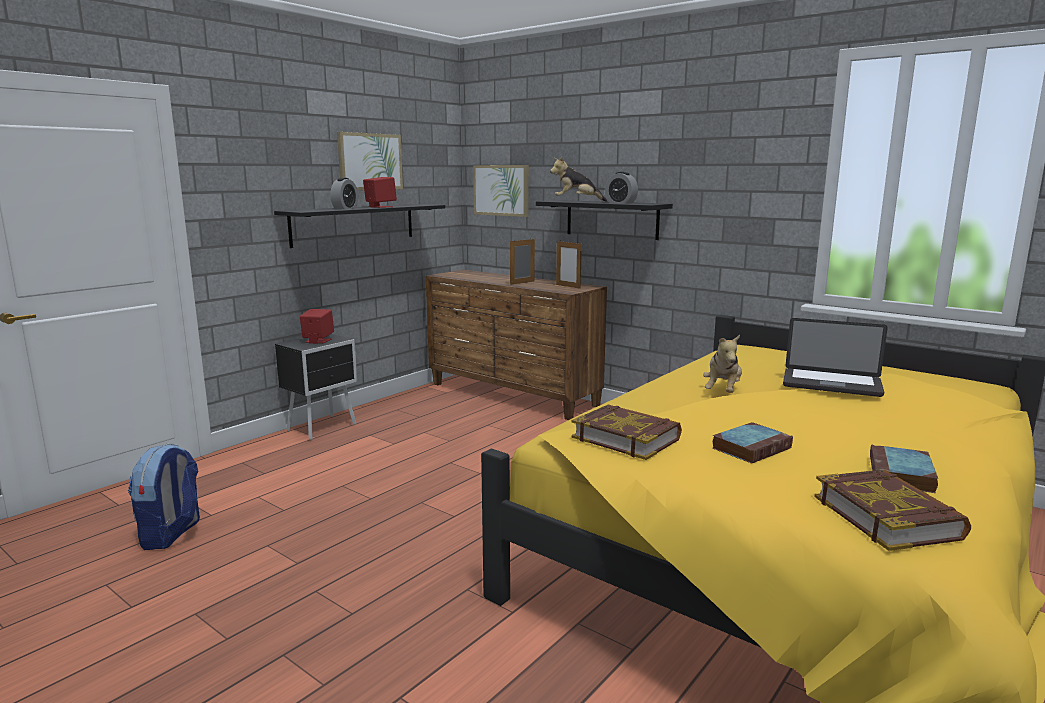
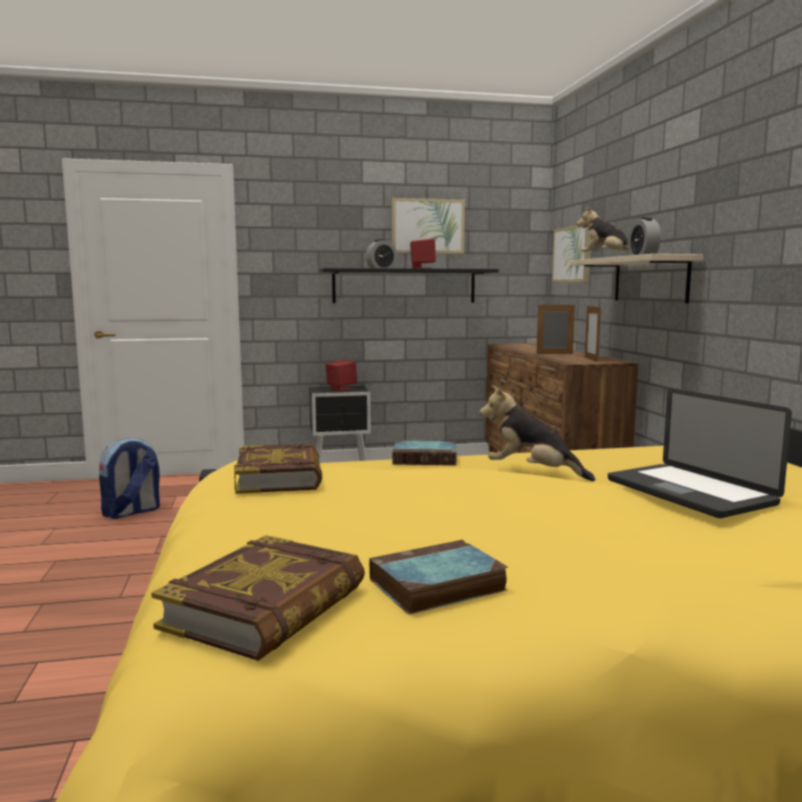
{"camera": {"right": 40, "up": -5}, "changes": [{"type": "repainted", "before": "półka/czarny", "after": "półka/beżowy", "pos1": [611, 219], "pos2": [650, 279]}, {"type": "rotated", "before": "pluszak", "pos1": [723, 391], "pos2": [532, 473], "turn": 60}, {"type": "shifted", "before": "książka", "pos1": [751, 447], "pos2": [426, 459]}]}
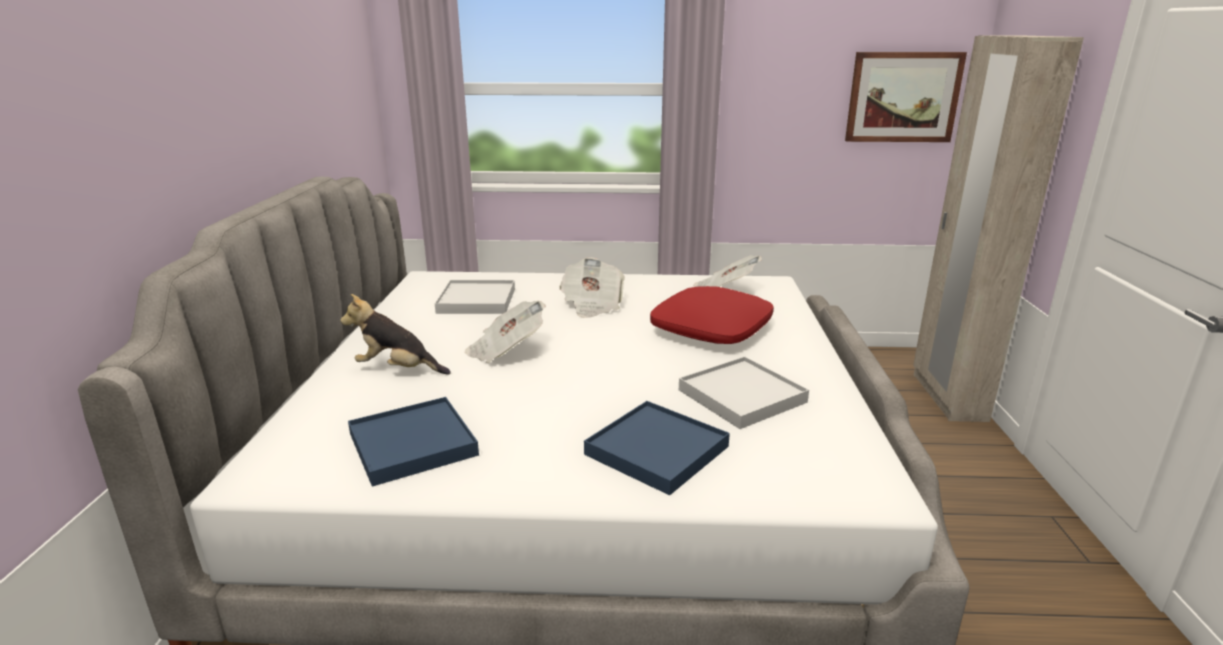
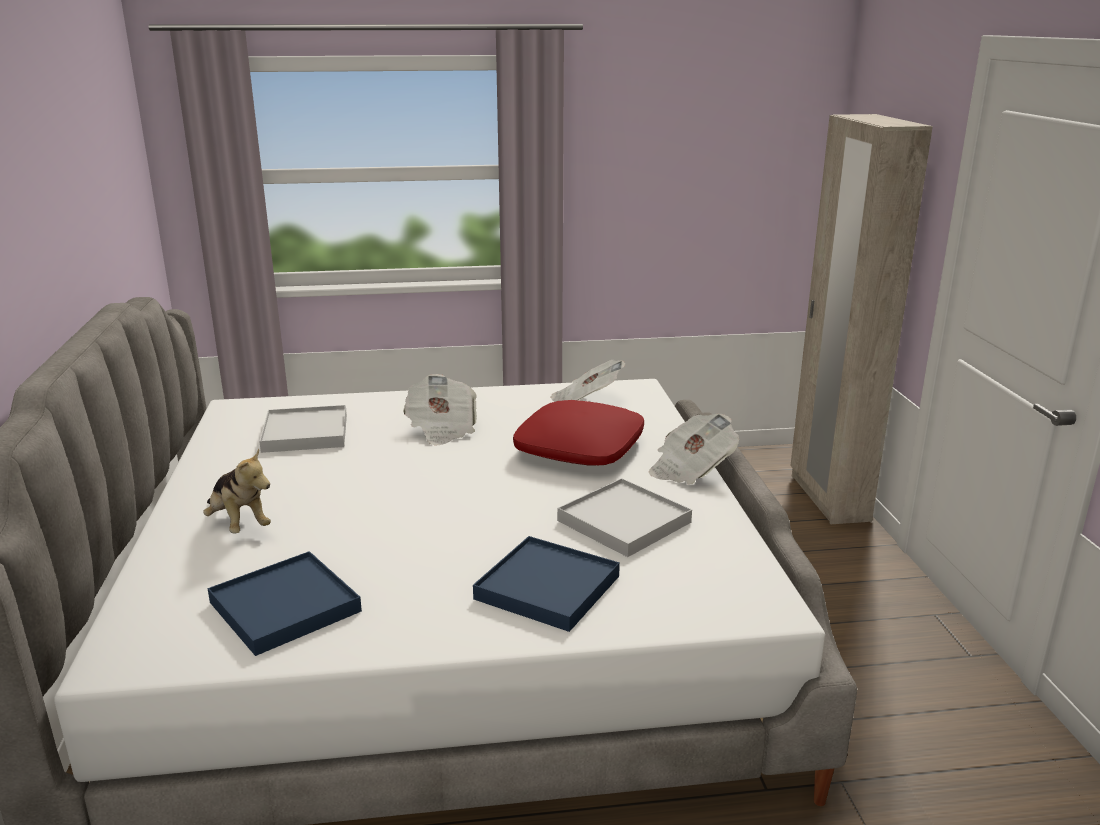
{"camera": {"right": -10, "up": 0}, "changes": [{"type": "rotated", "before": "pluszak", "pos1": [398, 369], "pos2": [238, 524], "turn": -135}, {"type": "shifted", "before": "gazeta", "pos1": [506, 351], "pos2": [690, 470]}, {"type": "gone", "before": "obraz", "pos1": [903, 97]}]}
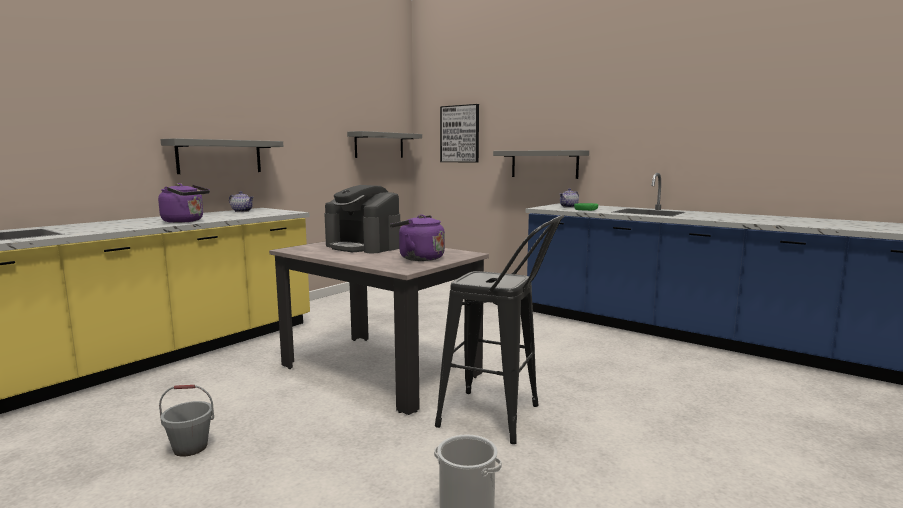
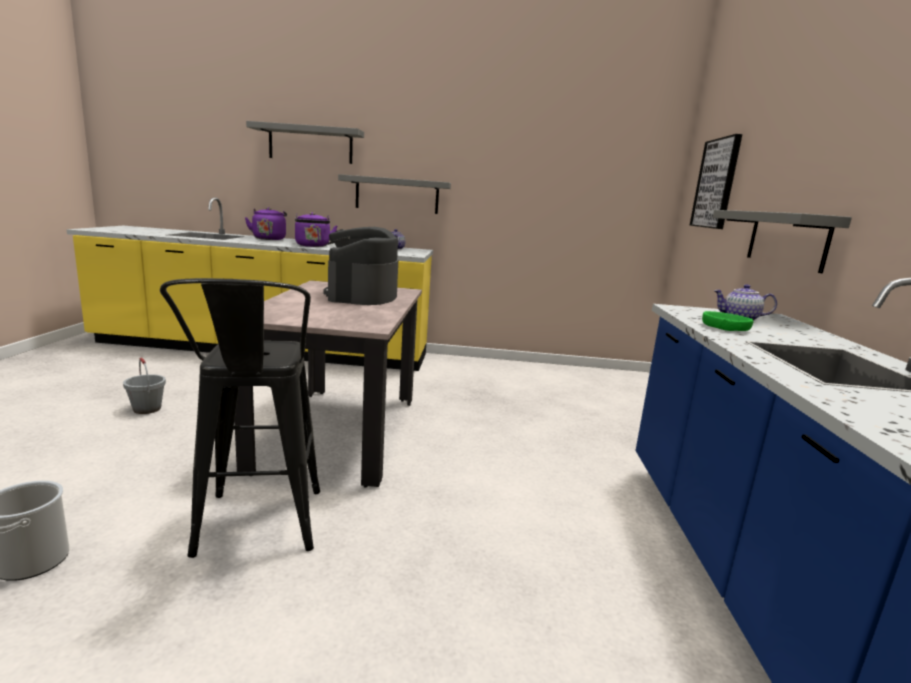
{"camera": {"right": 55, "up": 5}, "changes": [{"type": "shifted", "before": "półka/szary", "pos1": [379, 145], "pos2": [310, 144]}, {"type": "shifted", "before": "czajnik/fioletowy", "pos1": [418, 258], "pos2": [269, 239]}]}
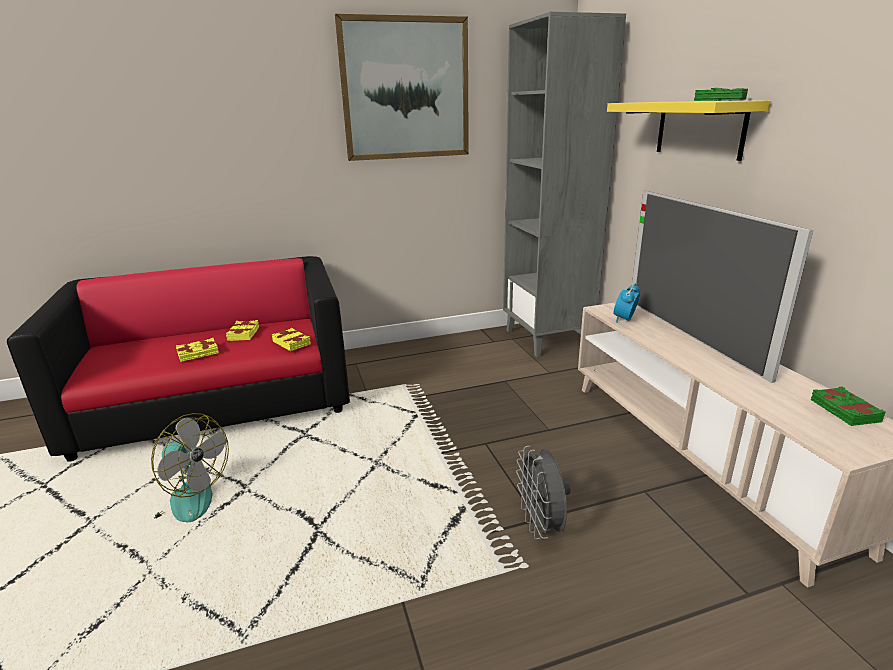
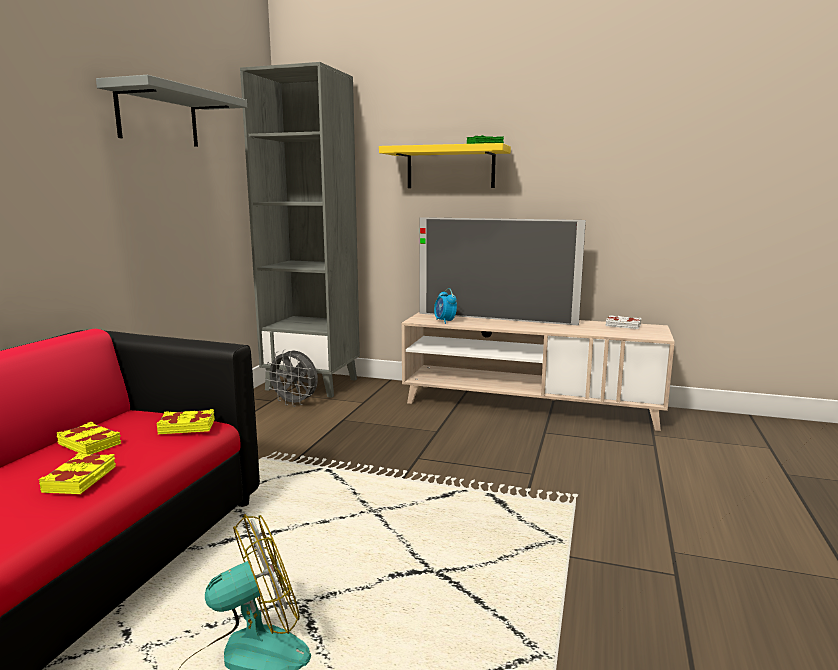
{"camera": {"right": -55, "up": -10}, "changes": [{"type": "swapped", "before": "obraz", "after": "półka/szary", "pos1": [405, 90], "pos2": [158, 117]}, {"type": "shifted", "before": "wentylator/szary", "pos1": [541, 526], "pos2": [295, 403]}, {"type": "repainted", "before": "książka/zielony", "after": "książka/biały", "pos1": [844, 411], "pos2": [623, 325]}]}
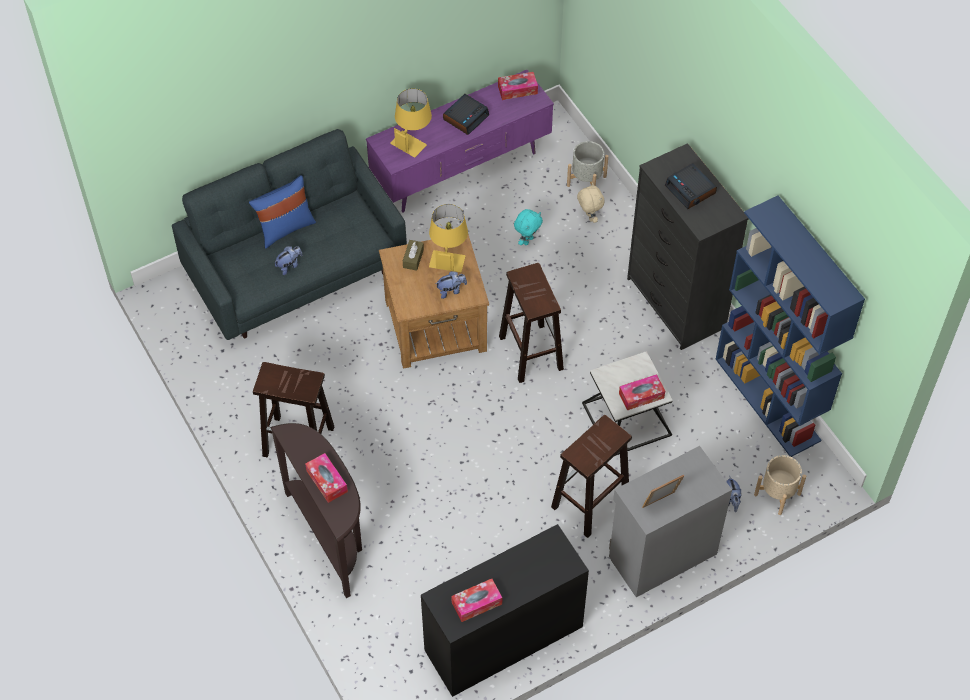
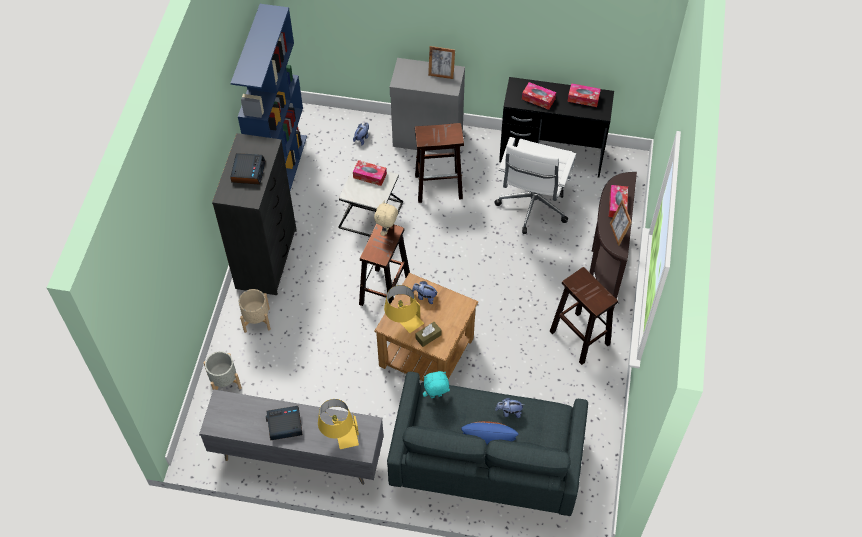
{"camera": {"right": -140, "up": 0}, "changes": [{"type": "repainted", "before": "szafka pod telewizor/fioletowy", "after": "szafka pod telewizor/szary", "pos1": [461, 171], "pos2": [298, 456]}, {"type": "shifted", "before": "pudełko chusteczek", "pos1": [517, 90], "pos2": [538, 99]}, {"type": "shifted", "before": "pluszak/turkusowy", "pos1": [527, 240], "pos2": [436, 396]}, {"type": "shifted", "before": "pluszak/beżowy", "pos1": [589, 217], "pos2": [387, 230]}, {"type": "shifted", "before": "donica/beżowy", "pos1": [777, 494], "pos2": [256, 320]}, {"type": "new", "after": "krzesło biurowe/biały", "pos2": [532, 207]}, {"type": "new", "after": "ramka na zdjęcie", "pos2": [617, 233]}]}
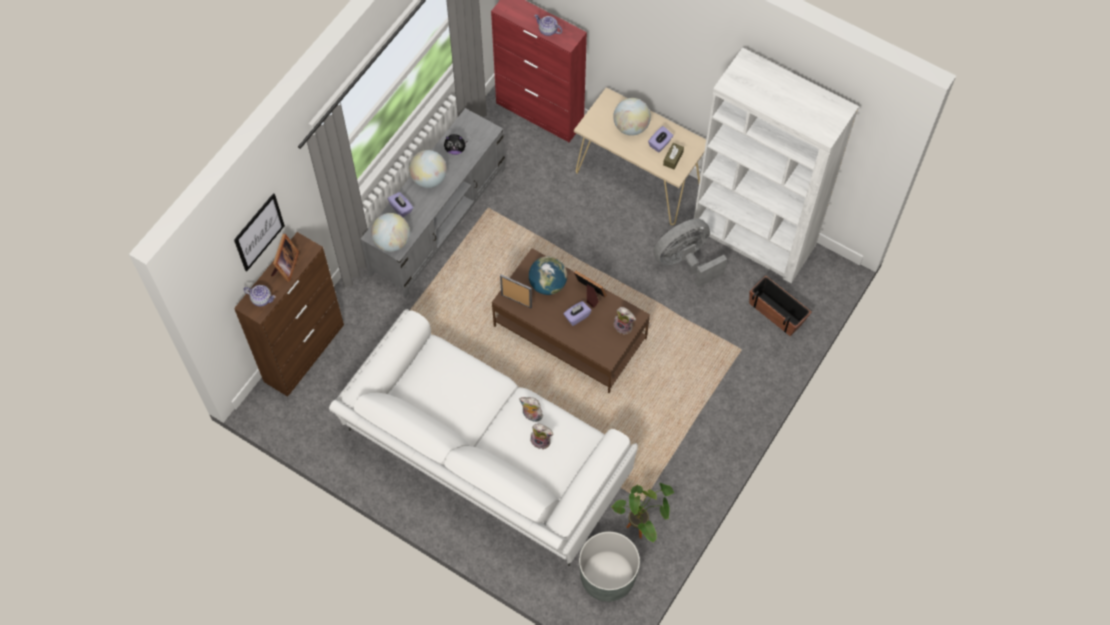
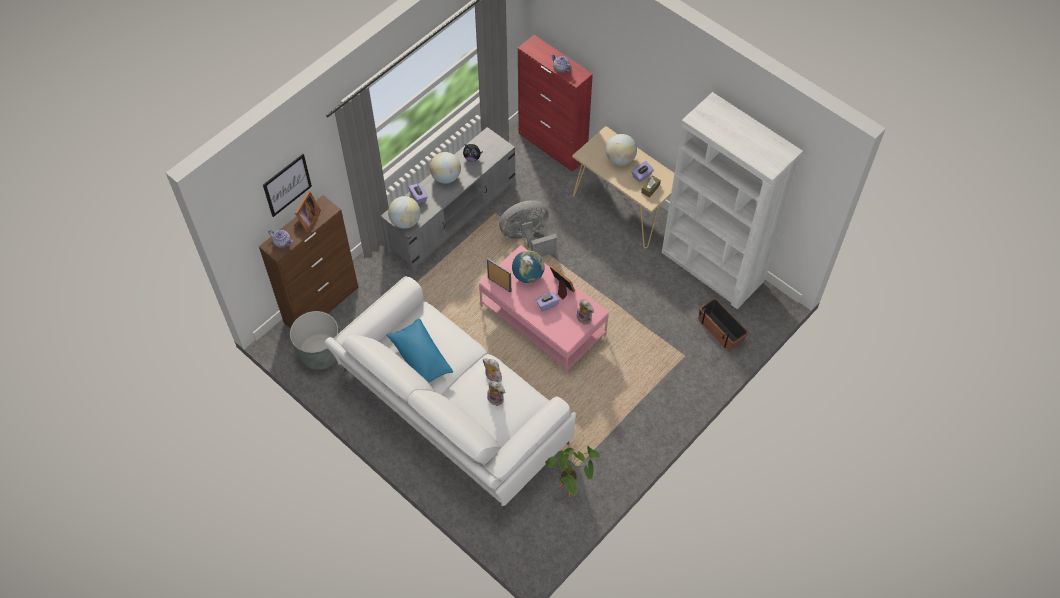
{"camera": {"right": 10, "up": -5}, "changes": [{"type": "repainted", "before": "ława/brązowy", "after": "ława/różowy", "pos1": [569, 332], "pos2": [542, 321]}, {"type": "shifted", "before": "donica/szary", "pos1": [607, 577], "pos2": [320, 353]}, {"type": "shifted", "before": "wentylator/szary", "pos1": [685, 262], "pos2": [527, 239]}, {"type": "new", "after": "poduszka/niebieski", "pos2": [420, 358]}]}
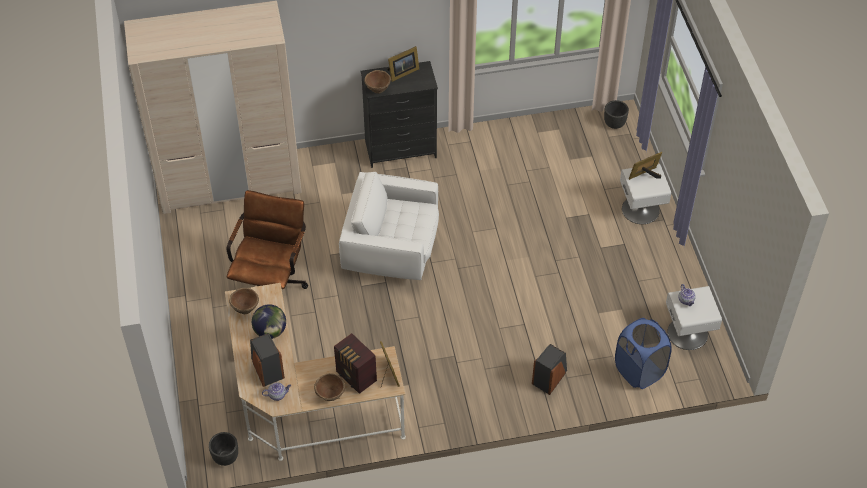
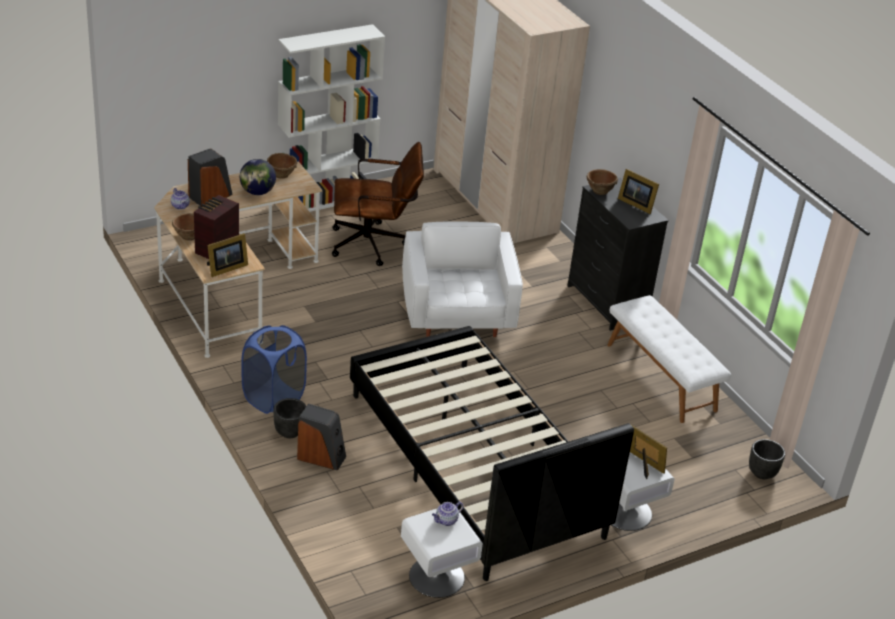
{"camera": {"right": 70, "up": -15}, "changes": [{"type": "shifted", "before": "donica/czarny", "pos1": [225, 458], "pos2": [289, 432]}, {"type": "shifted", "before": "kosz na pranie/niebieski", "pos1": [639, 371], "pos2": [273, 398]}, {"type": "new", "after": "regał/biały", "pos2": [327, 199]}, {"type": "new", "after": "łóżko/czarny", "pos2": [474, 464]}, {"type": "new", "after": "ławka/biały", "pos2": [661, 377]}]}
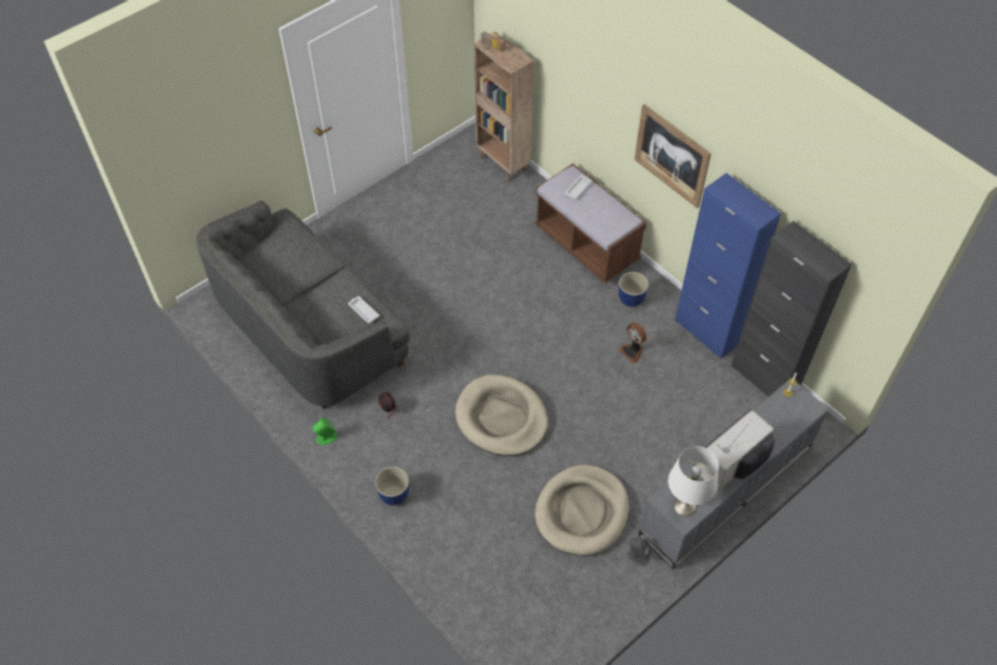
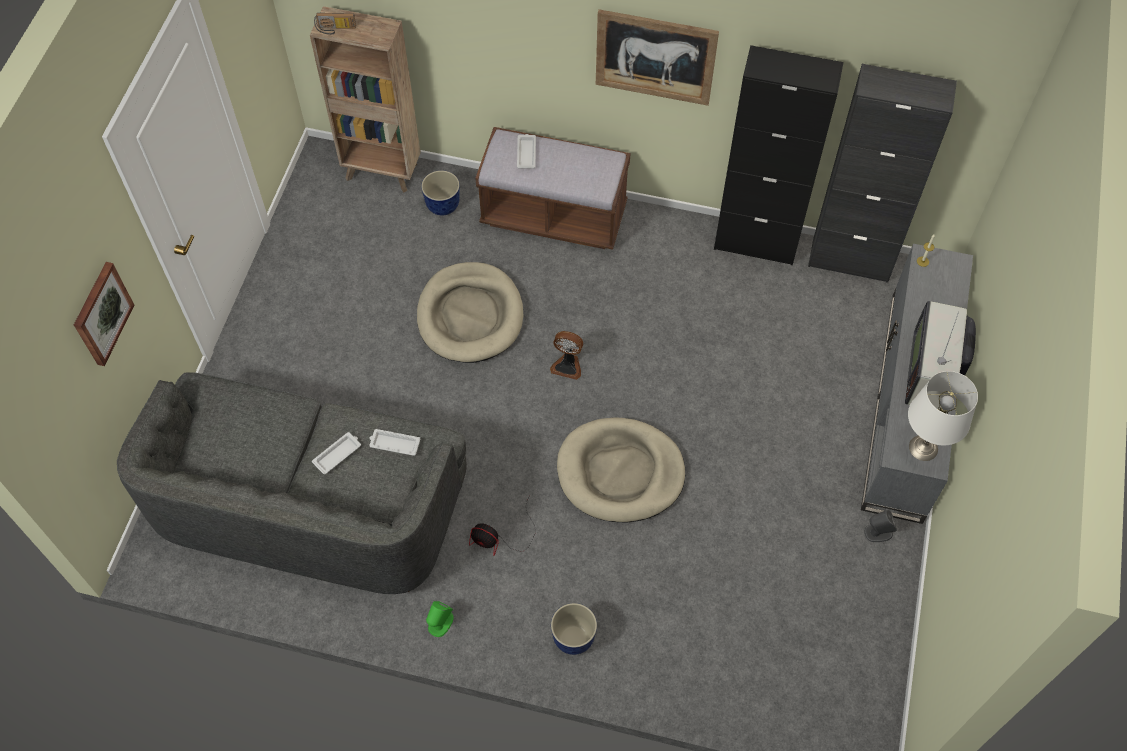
{"camera": {"right": -35, "up": 5}, "changes": [{"type": "shifted", "before": "legowisko/beżowy", "pos1": [582, 512], "pos2": [470, 315]}, {"type": "shifted", "before": "donica", "pos1": [631, 299], "pos2": [443, 205]}, {"type": "shifted", "before": "wentylator", "pos1": [632, 351], "pos2": [567, 365]}, {"type": "repainted", "before": "szafka/niebieski", "after": "szafka/czarny", "pos1": [707, 331], "pos2": [756, 243]}, {"type": "new", "after": "obraz", "pos2": [101, 313]}, {"type": "new", "after": "taca/biały", "pos2": [338, 454]}]}
